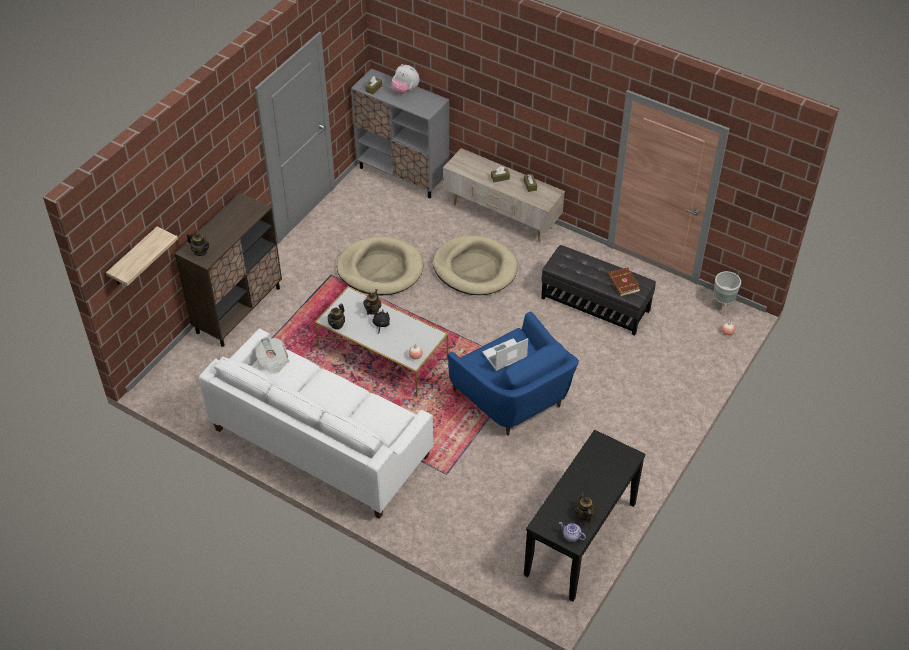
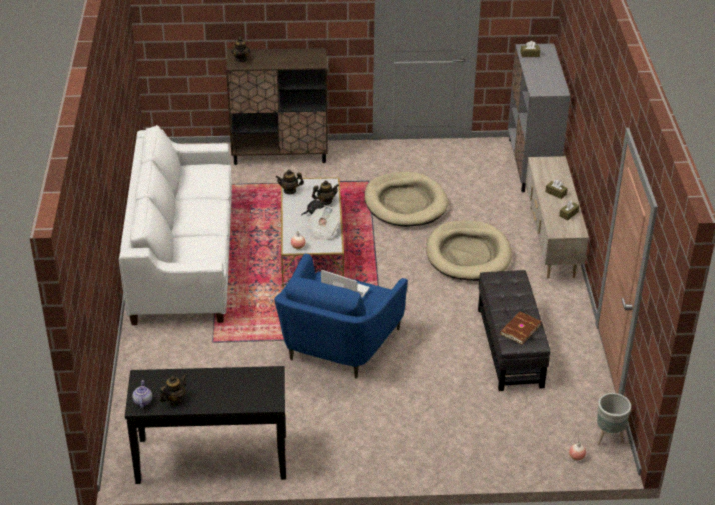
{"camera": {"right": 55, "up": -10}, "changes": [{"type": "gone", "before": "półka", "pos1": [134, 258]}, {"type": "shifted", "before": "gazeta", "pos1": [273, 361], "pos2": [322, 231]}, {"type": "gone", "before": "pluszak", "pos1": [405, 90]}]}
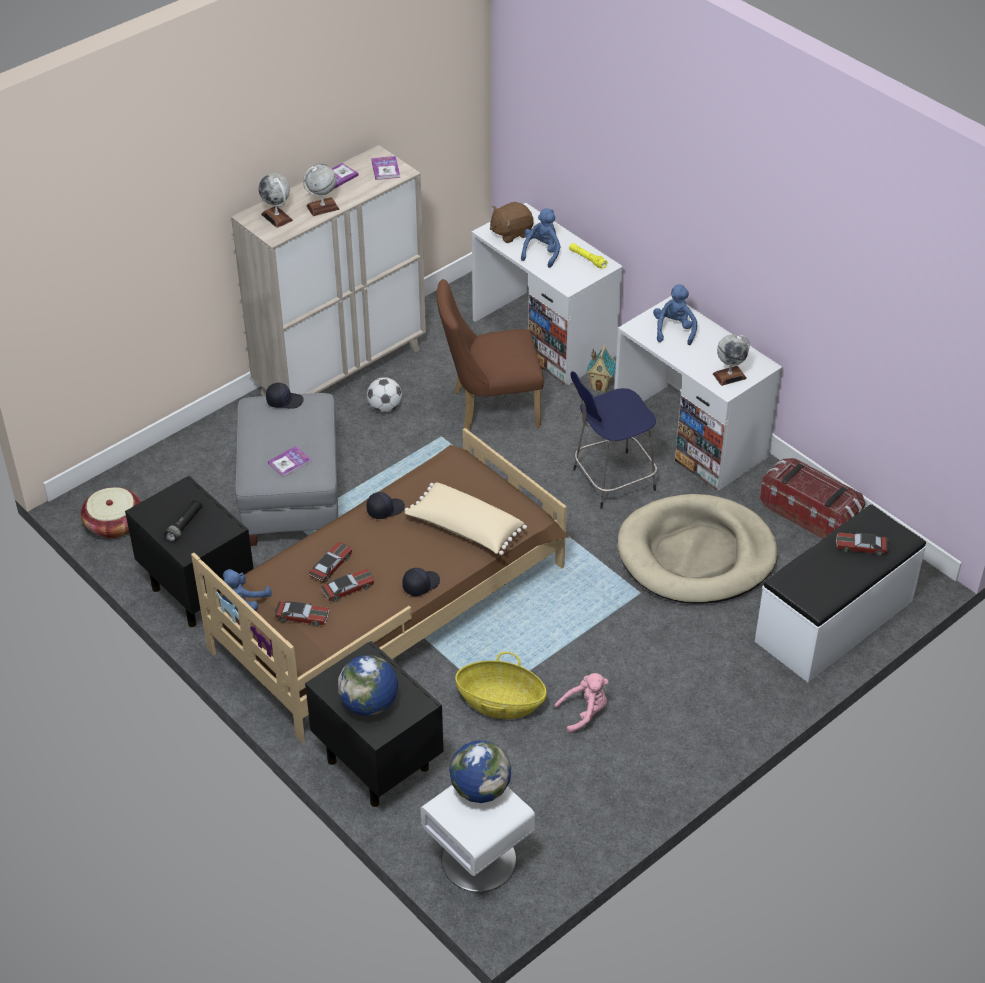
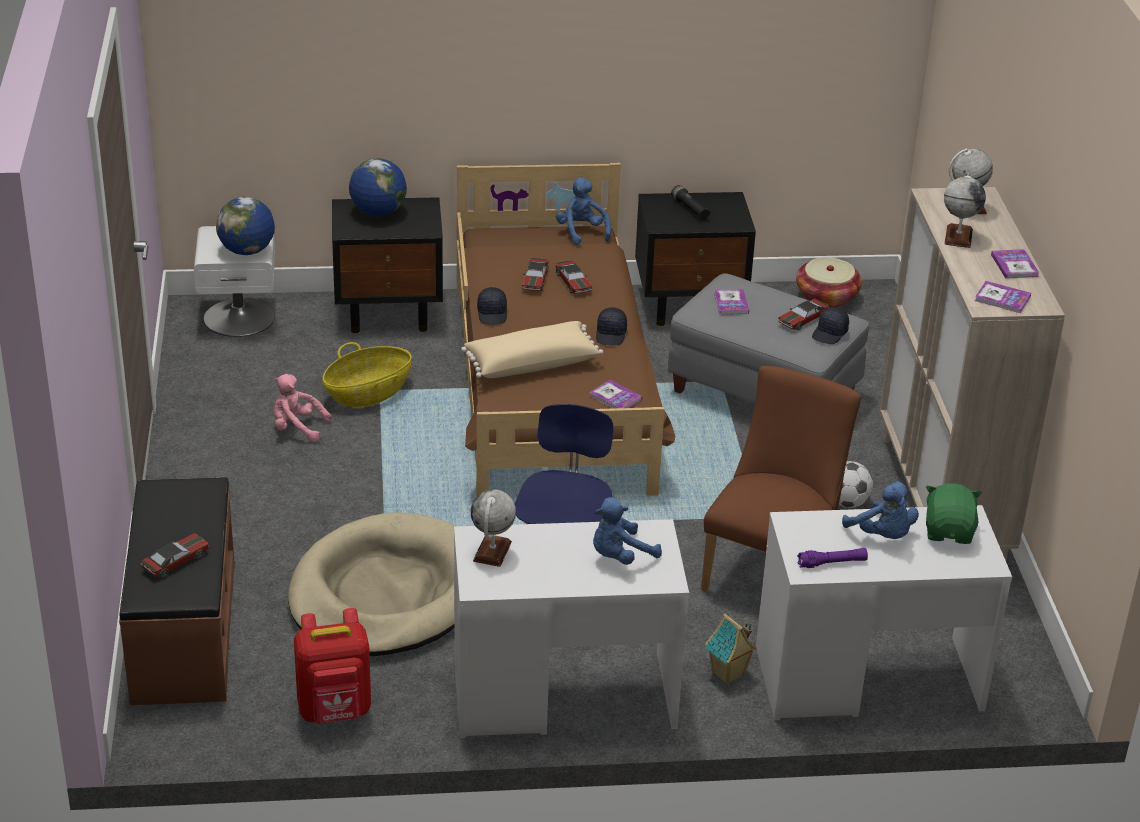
{"camera": {"right": 125, "up": -10}, "changes": [{"type": "shifted", "before": "samochodzik", "pos1": [302, 617], "pos2": [802, 319]}, {"type": "repainted", "before": "pluszak/brązowy", "after": "pluszak/zielony", "pos1": [511, 233], "pos2": [949, 532]}, {"type": "rotated", "before": "pluszak/różowy", "pos1": [584, 713], "pos2": [297, 428], "turn": 90}, {"type": "repainted", "before": "latarka/żółty", "after": "latarka/fioletowy", "pos1": [587, 259], "pos2": [832, 563]}, {"type": "rotated", "before": "pluszak/niebieski", "pos1": [674, 330], "pos2": [620, 556], "turn": 105}, {"type": "repainted", "before": "ławka/biały", "after": "ławka/brązowy", "pos1": [835, 622], "pos2": [182, 632]}, {"type": "swapped", "before": "pojemnik do przechowywania", "after": "plecak/czerwony", "pos1": [810, 515], "pos2": [335, 711]}, {"type": "new", "after": "książka", "pos2": [615, 397]}]}
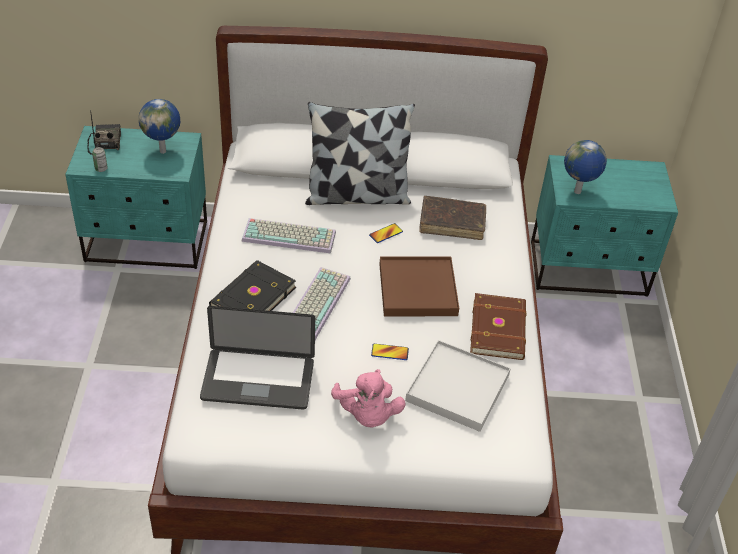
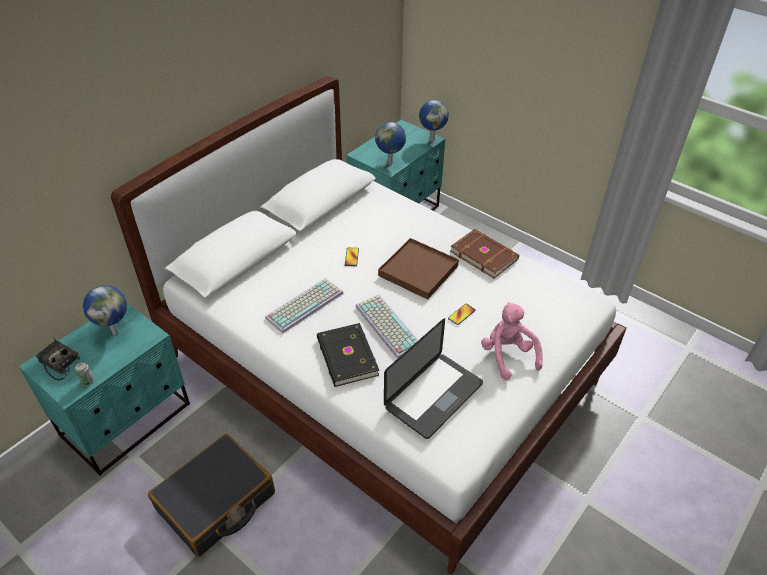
{"camera": {"right": -50, "up": 0}, "changes": [{"type": "gone", "before": "poduszka", "pos1": [357, 195]}, {"type": "rotated", "before": "pluszak/różowy", "pos1": [367, 415], "pos2": [508, 355], "turn": -135}, {"type": "gone", "before": "taca/biały", "pos1": [457, 388]}, {"type": "gone", "before": "książka/brązowy", "pos1": [452, 223]}, {"type": "new", "after": "walizka/czarny", "pos2": [216, 502]}, {"type": "new", "after": "globus", "pos2": [432, 139]}]}
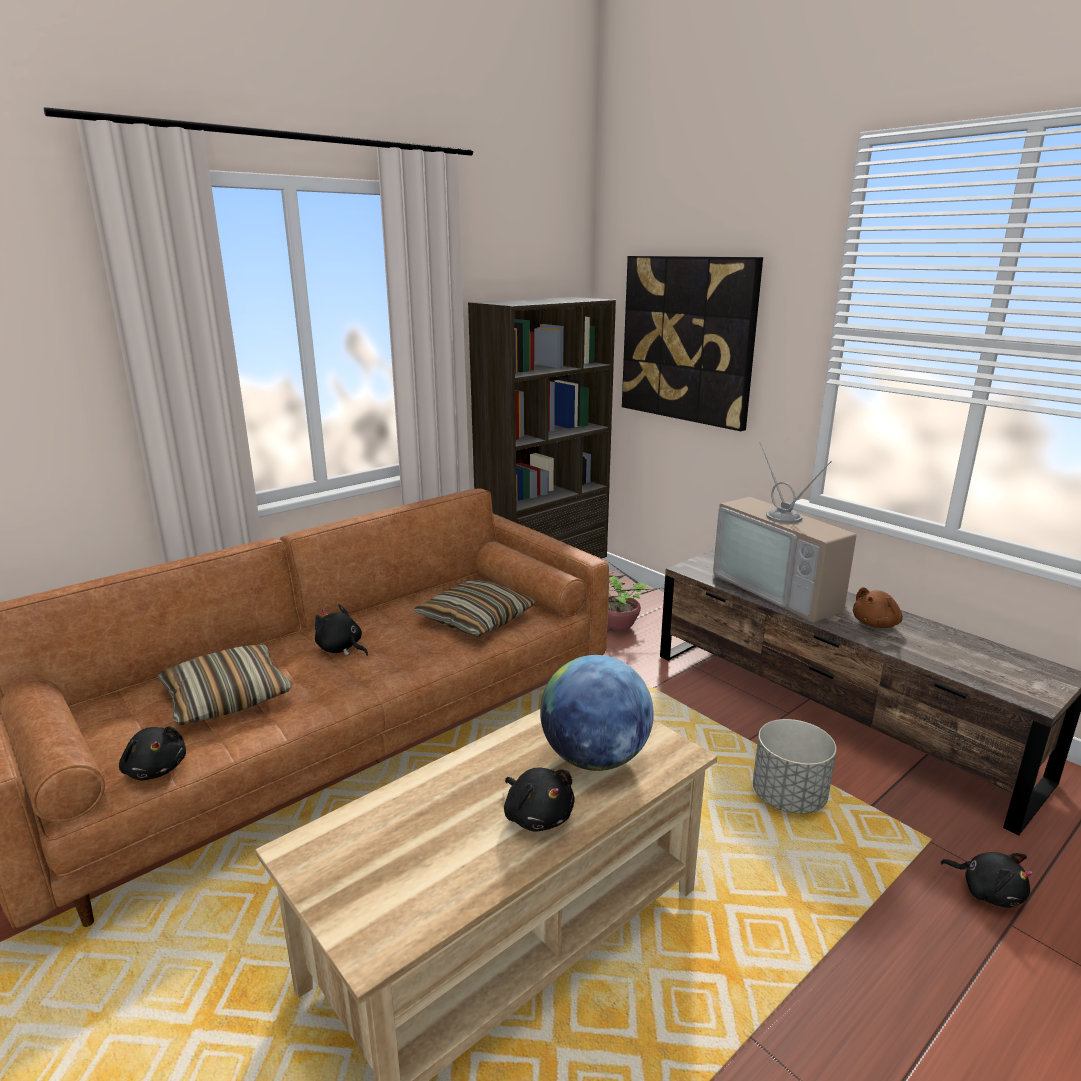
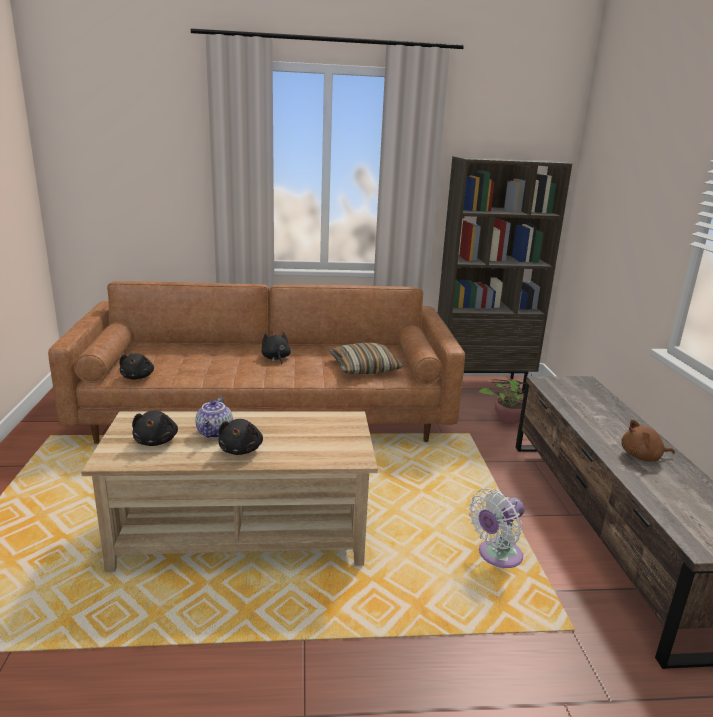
{"camera": {"right": 35, "up": 0}, "changes": [{"type": "gone", "before": "poduszka", "pos1": [227, 697]}, {"type": "gone", "before": "globus", "pos1": [594, 758]}, {"type": "gone", "before": "obraz", "pos1": [687, 339]}, {"type": "gone", "before": "telewizor", "pos1": [782, 590]}, {"type": "swapped", "before": "donica/szary", "after": "wentylator/biały", "pos1": [789, 797], "pos2": [496, 556]}, {"type": "shifted", "before": "pluszak/czarny", "pos1": [988, 891], "pos2": [156, 441]}, {"type": "new", "after": "imbryk", "pos2": [215, 433]}]}
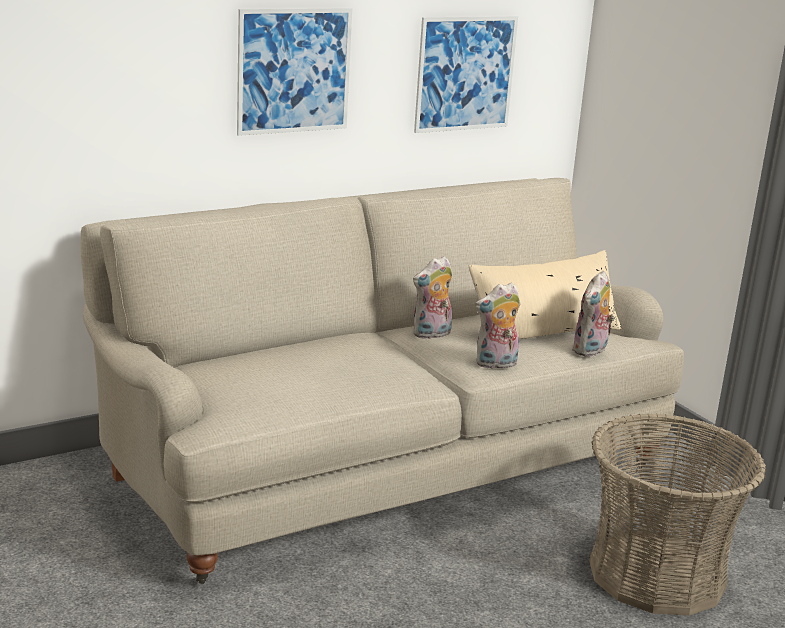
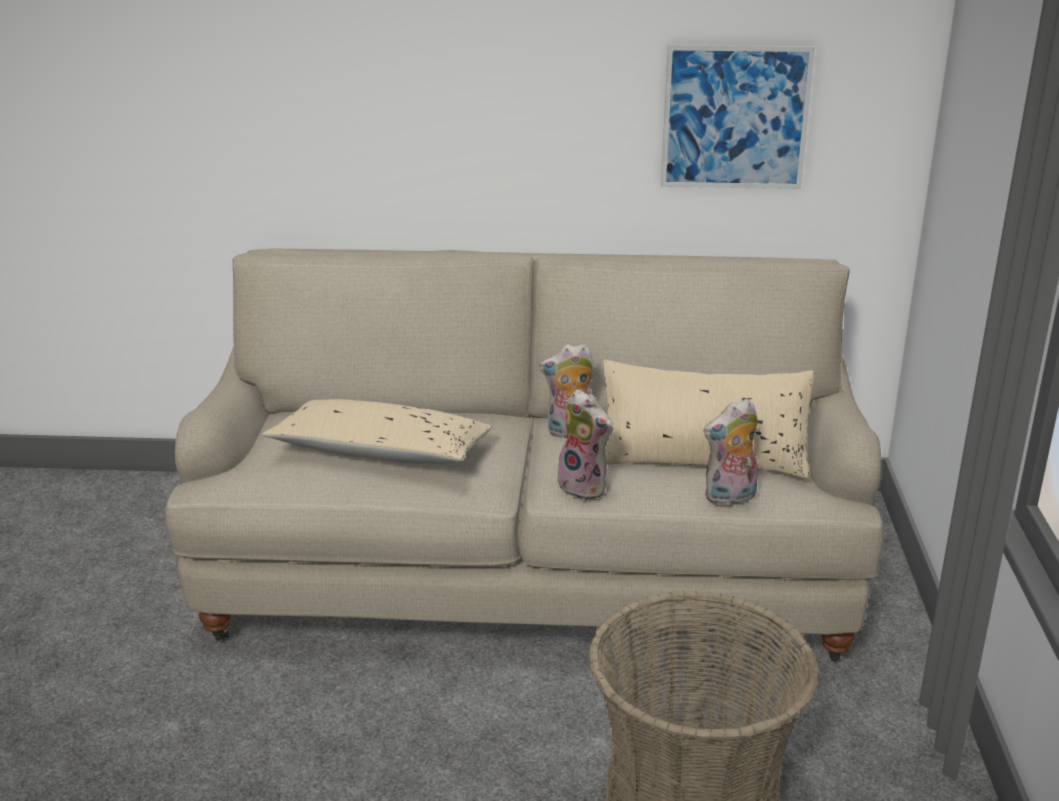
{"camera": {"right": 35, "up": 5}, "changes": [{"type": "gone", "before": "obraz", "pos1": [294, 70]}, {"type": "rotated", "before": "pluszak", "pos1": [496, 364], "pos2": [586, 487], "turn": -150}, {"type": "new", "after": "poduszka/beżowy", "pos2": [381, 453]}]}
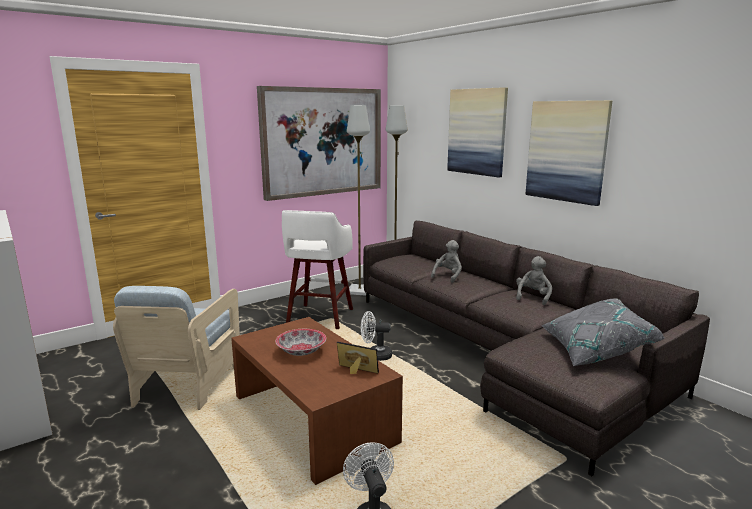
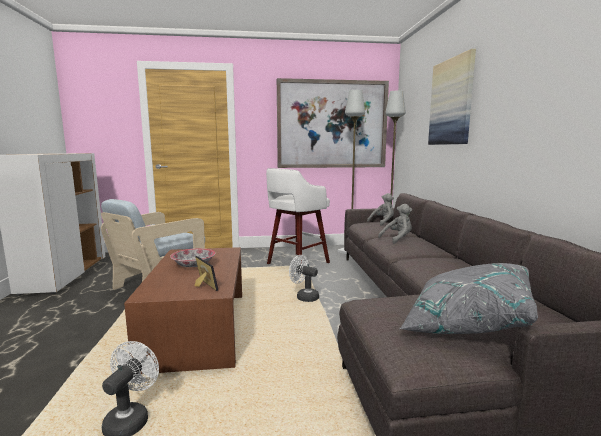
{"camera": {"right": 30, "up": -5}, "changes": [{"type": "shifted", "before": "pluszak/szary", "pos1": [533, 297], "pos2": [382, 222]}, {"type": "gone", "before": "obraz", "pos1": [566, 151]}]}
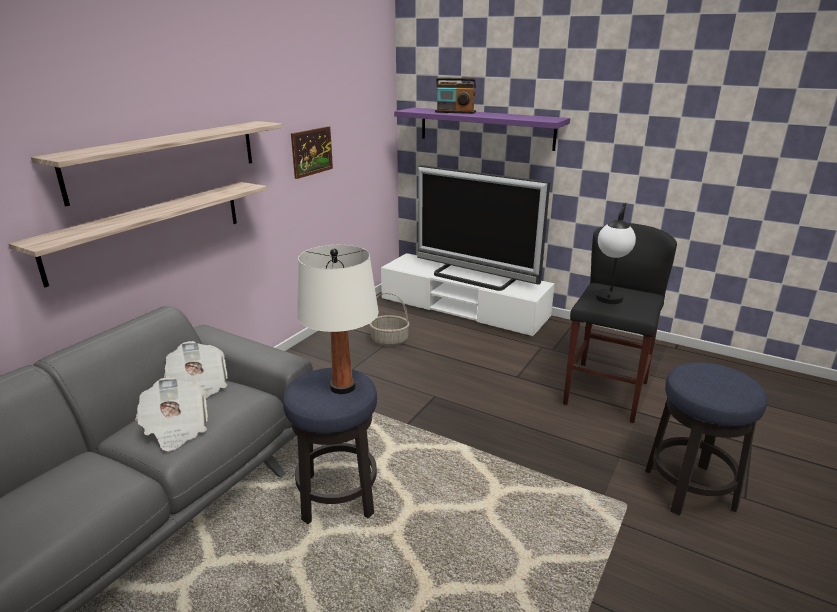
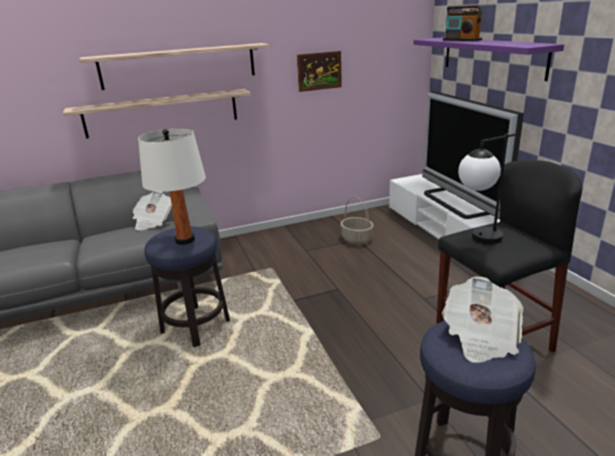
{"camera": {"right": 40, "up": 0}, "changes": [{"type": "shifted", "before": "gazeta", "pos1": [176, 428], "pos2": [480, 337]}]}
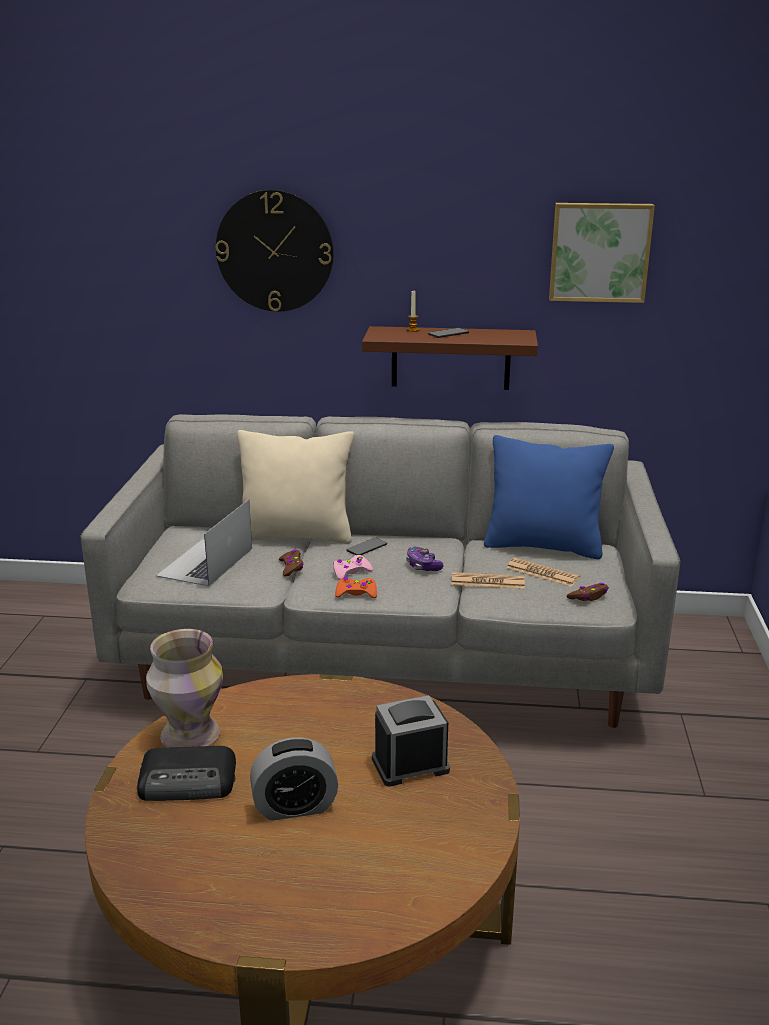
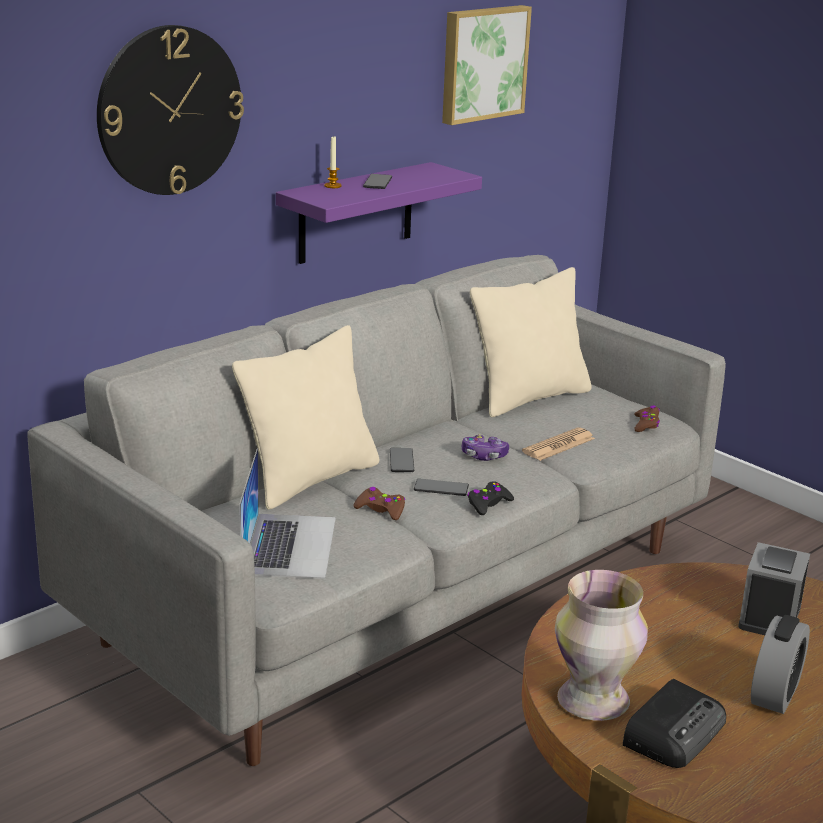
{"camera": {"right": -50, "up": 0}, "changes": [{"type": "rotated", "before": "laptop", "pos1": [205, 562], "pos2": [289, 545], "turn": -150}, {"type": "swapped", "before": "pad do gier/różowy", "after": "telefon", "pos1": [351, 572], "pos2": [441, 488]}, {"type": "repainted", "before": "pad do gier/pomarańczowy", "after": "pad do gier/czarny", "pos1": [356, 593], "pos2": [488, 504]}, {"type": "repainted", "before": "półka/brązowy", "after": "półka/fioletowy", "pos1": [450, 358], "pos2": [356, 213]}, {"type": "repainted", "before": "poduszka/niebieski", "after": "poduszka/beżowy", "pos1": [543, 546], "pos2": [529, 397]}, {"type": "gone", "before": "gazeta", "pos1": [542, 573]}]}
